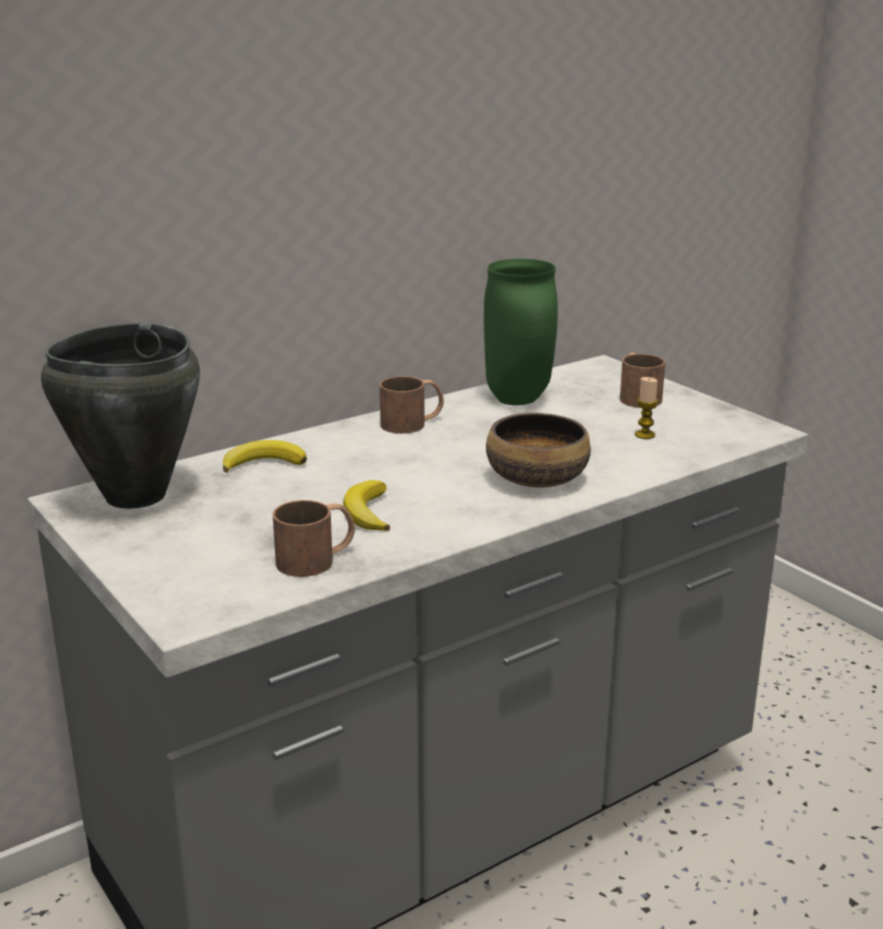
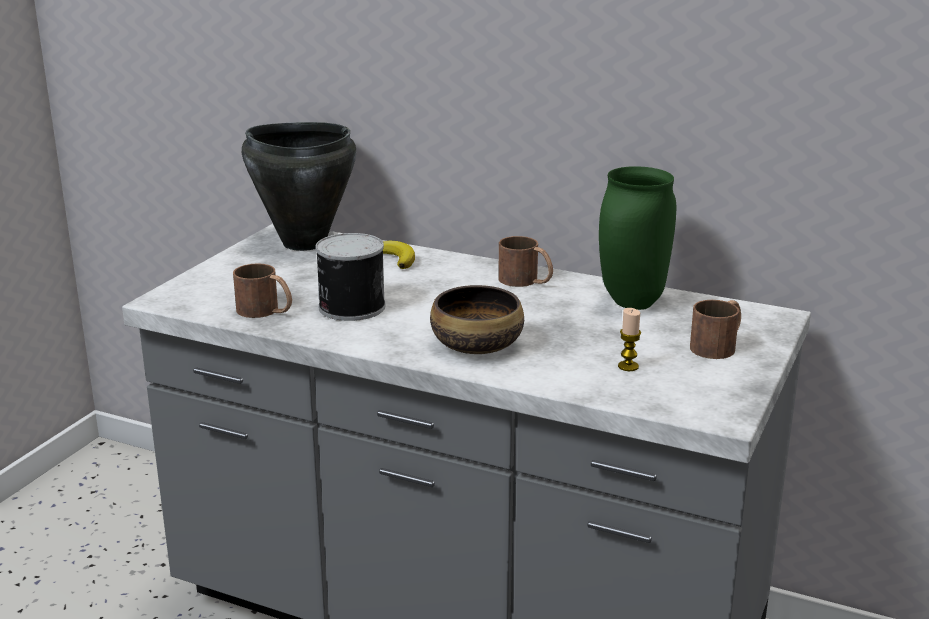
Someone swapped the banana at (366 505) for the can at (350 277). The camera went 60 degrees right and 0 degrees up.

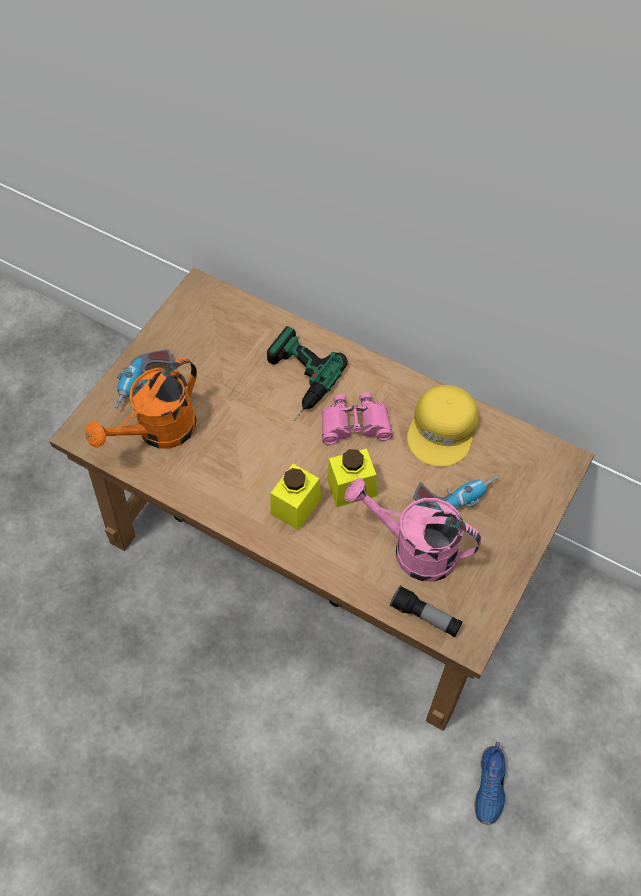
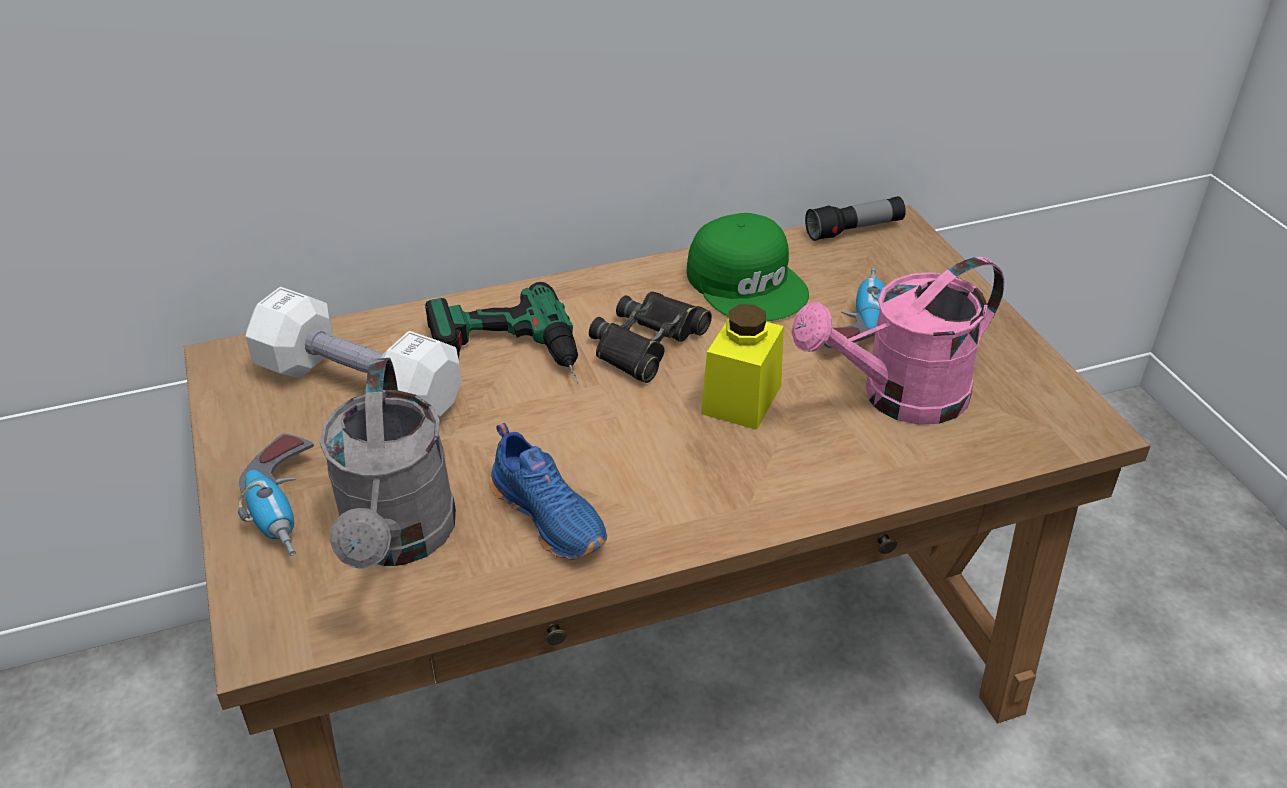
Someone took away the jar (yellow) at (296 497). Someone put down the dumbbell (white) at (353 352). Someone carried the flashlight from (426 611) to (855 218). Someone carried the shoe (blue) from (490 783) to (548 491). Someone repainted the watering can (orange) at (141 403), which became the watering can (grey) at (388 463). Someone repainted the binoculars (pink) at (357 418), which became the binoculars (black) at (650 337). Someone repainted the cap (yellow) at (443 426), which became the cap (green) at (748 267). The camera went 50 degrees left and 20 degrees down.

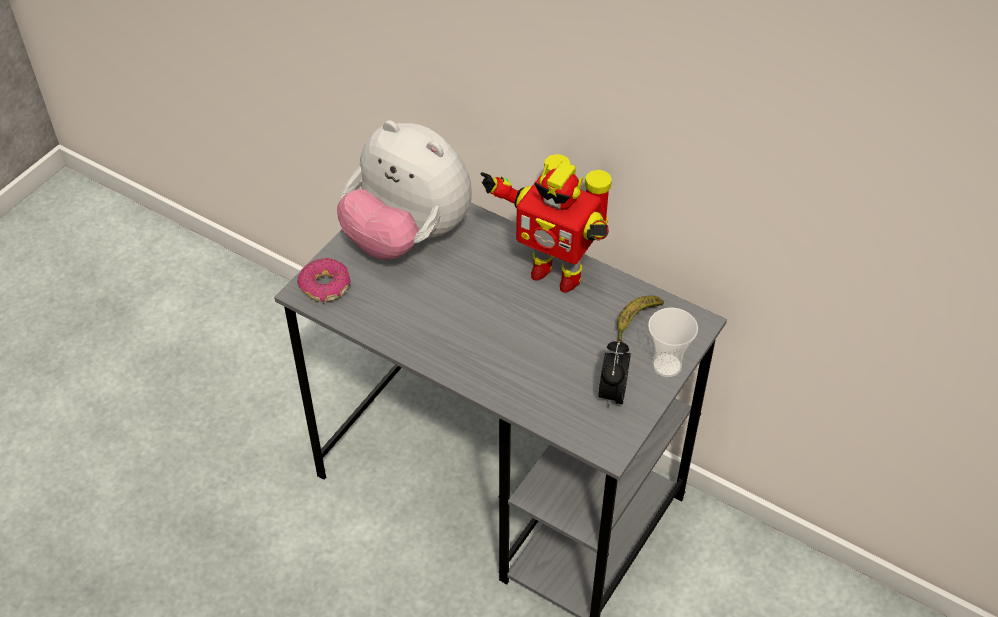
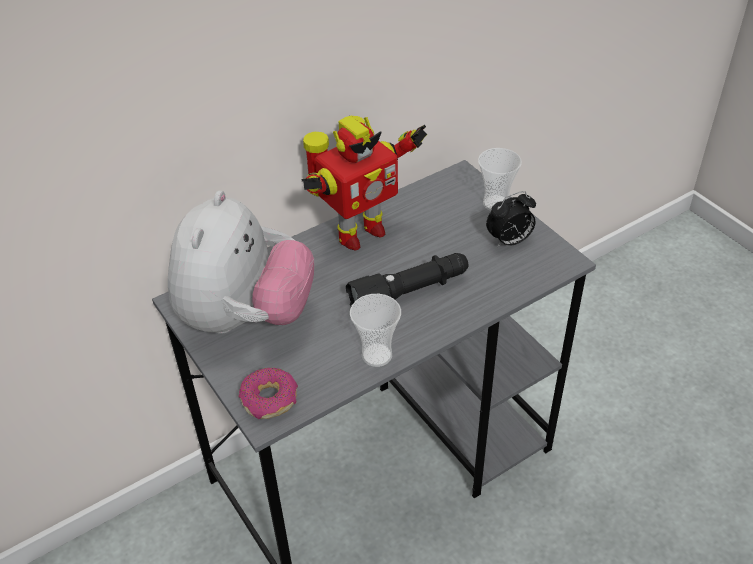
Someone took away the banana at (640 319). Someone put down the flashlight (black) at (407 279). Someone put down the cup at (375 330). Someone rotated the plush toy at (404 190) by 45 degrees counterclockwise. Someone rotated the alarm clock at (614 374) by 60 degrees counterclockwise. The camera went 65 degrees left and 5 degrees down.

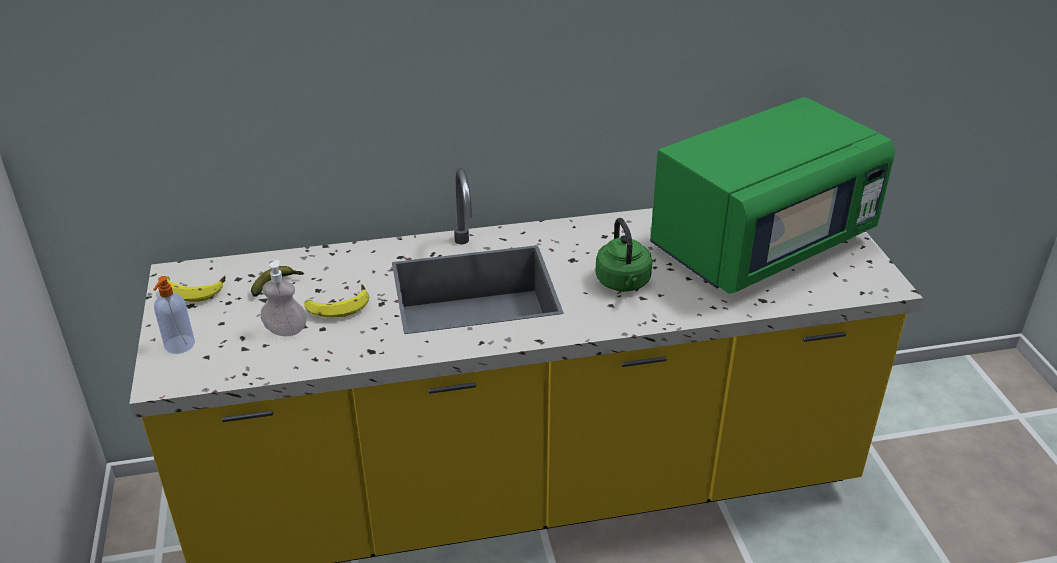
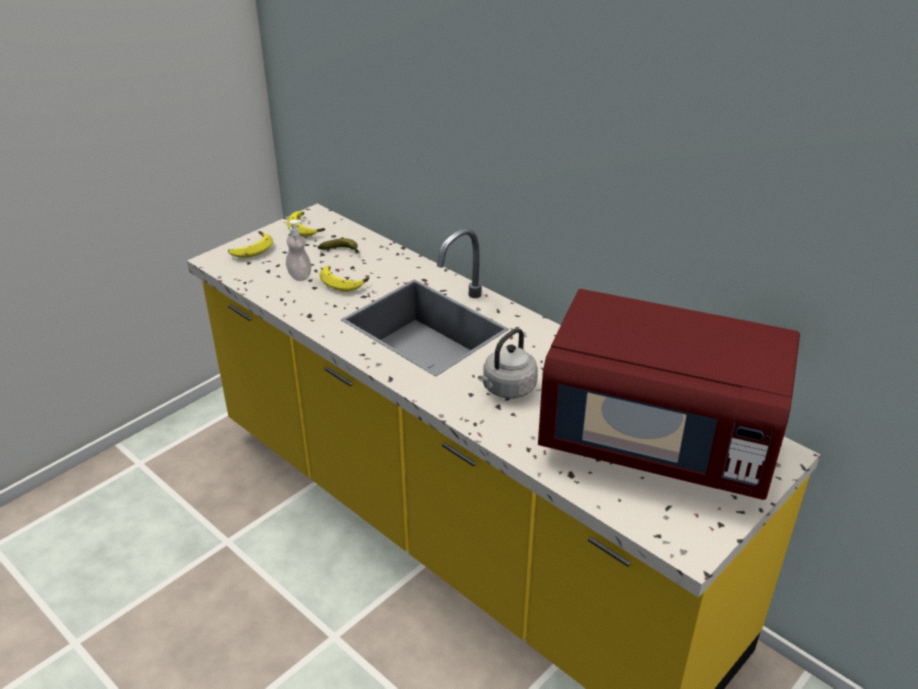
Someone swapped the soap dispenser at (174 315) for the banana at (250 244). Someone repainted the kettle (green) at (623 255), which became the kettle (grey) at (508 363). Someone repainted the microwave (green) at (772 195), which became the microwave (red) at (669 394). The camera went 55 degrees right and 0 degrees up.

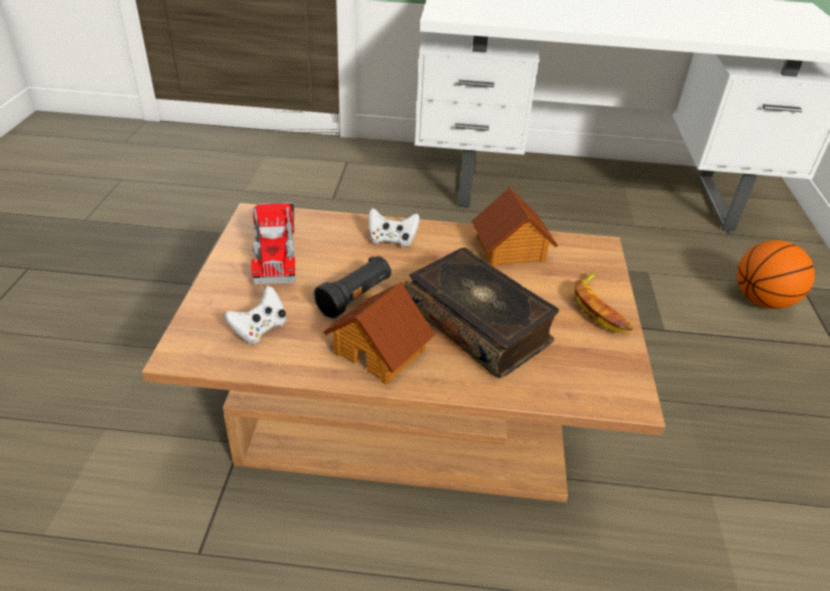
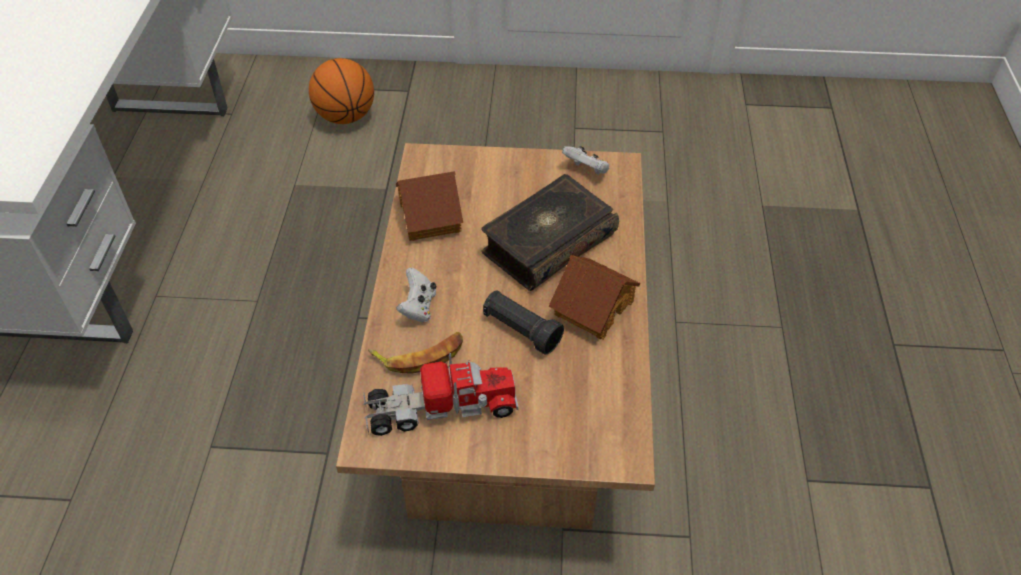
Someone carried the game controller (white) from (255 315) to (585 160). Someone carried the banana from (603 302) to (415 353). The camera went 90 degrees left and 10 degrees up.

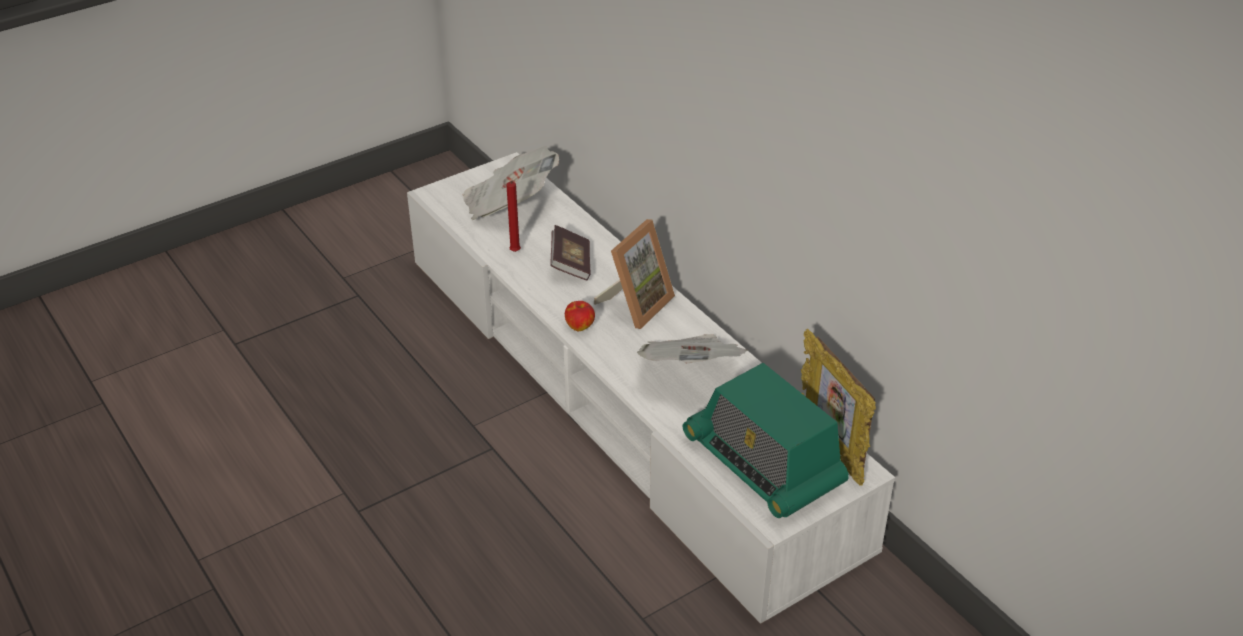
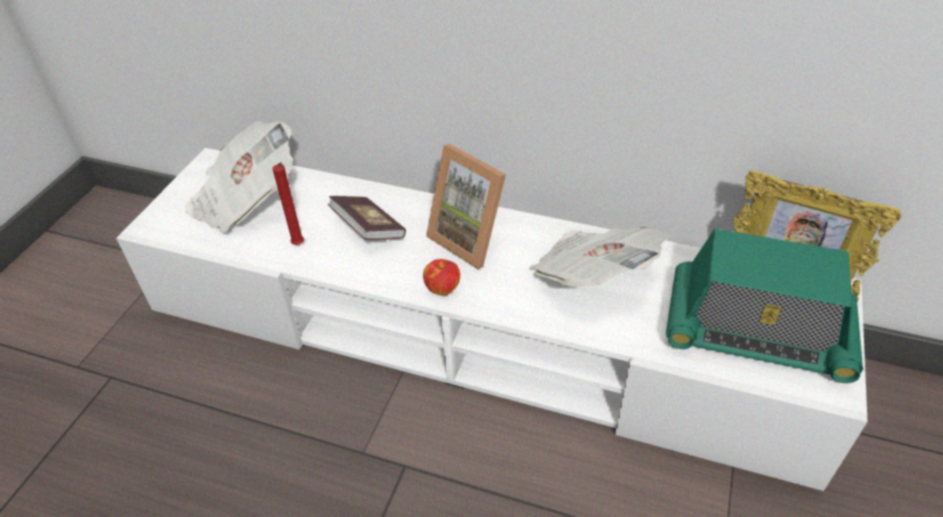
Someone rotated the picture frame at (634 274) by 135 degrees clockwise. The camera went 35 degrees left and 5 degrees up.

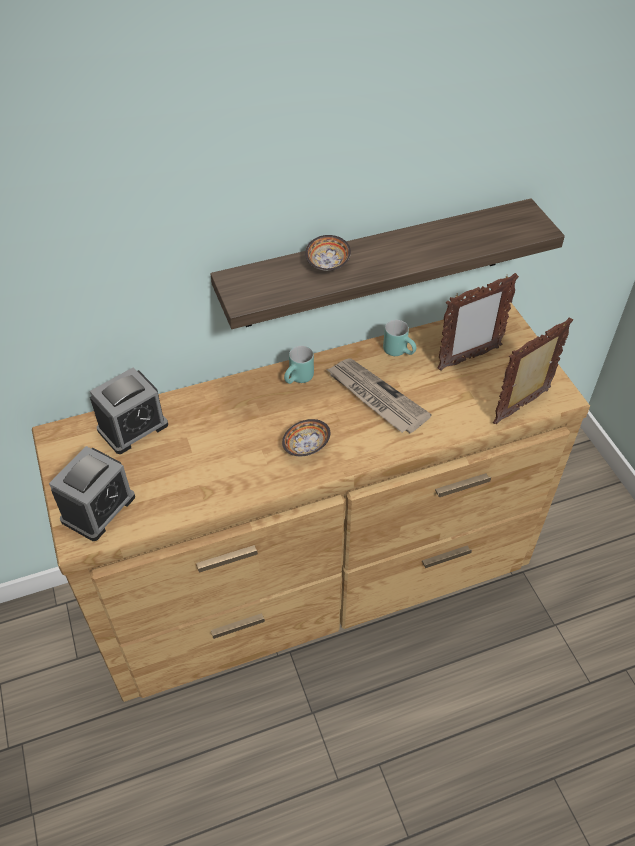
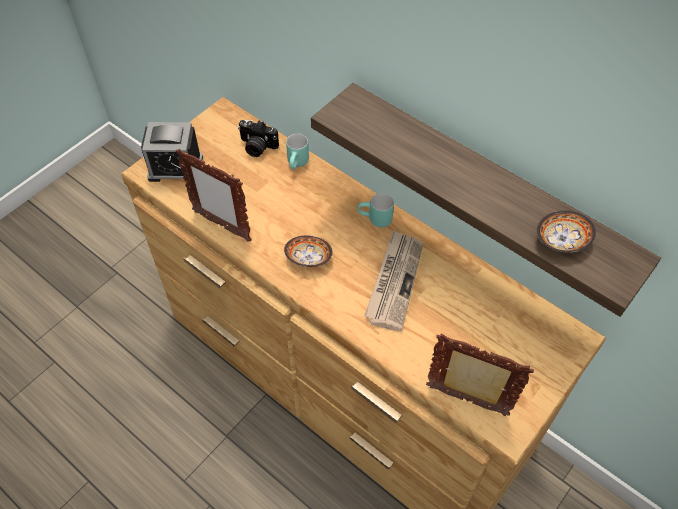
Someone carried the bowl from (328 253) to (566 232). Someone carried the mug (turquoise) from (399 338) to (297 151). Someone carried the picture frame from (478 322) to (214 195). Someone swapped the alarm clock at (129 410) for the photo camera at (258 138). The camera went 60 degrees right and 5 degrees up.

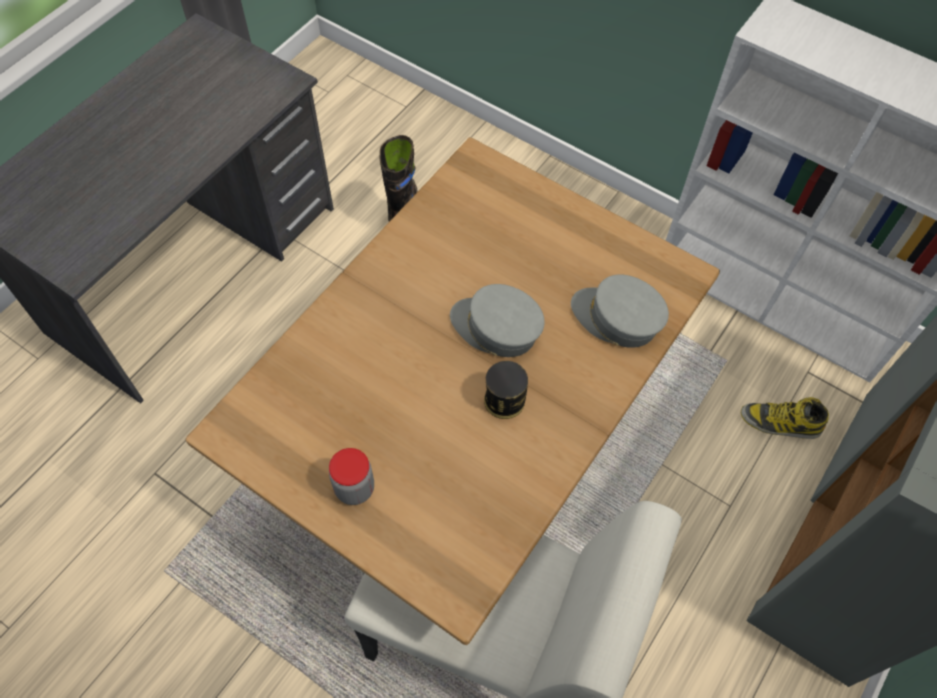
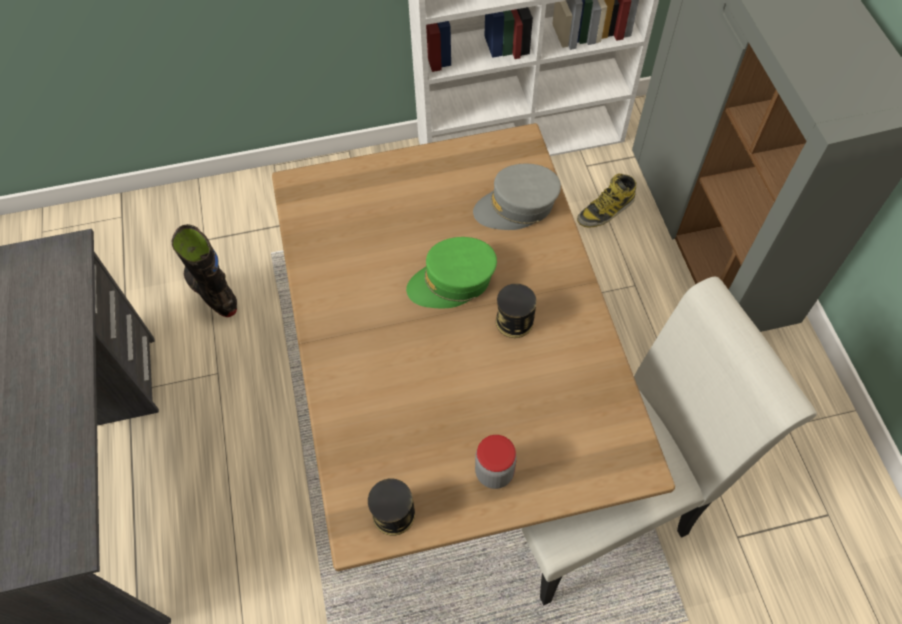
Someone put down the can at (391 507). Someone repainted the cap (grey) at (497 320), which became the cap (green) at (451 272). The camera went 45 degrees left and 0 degrees up.

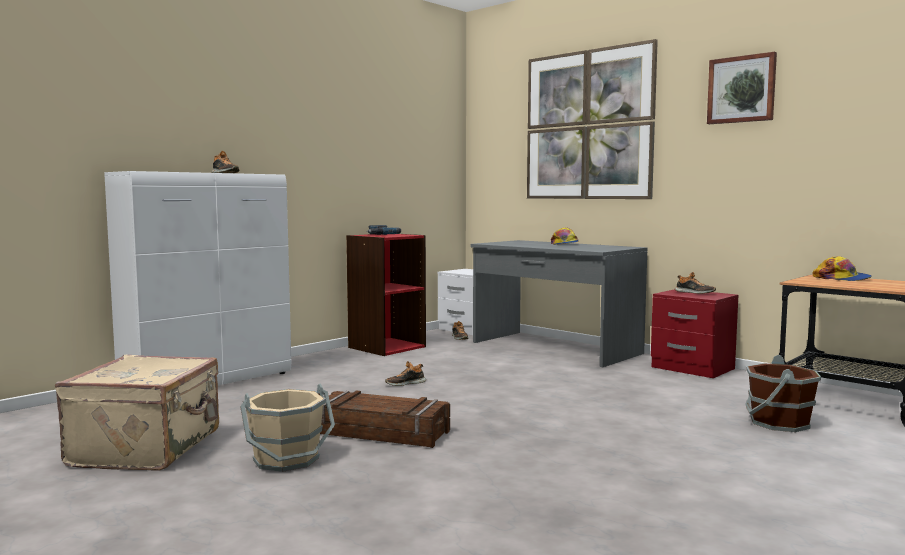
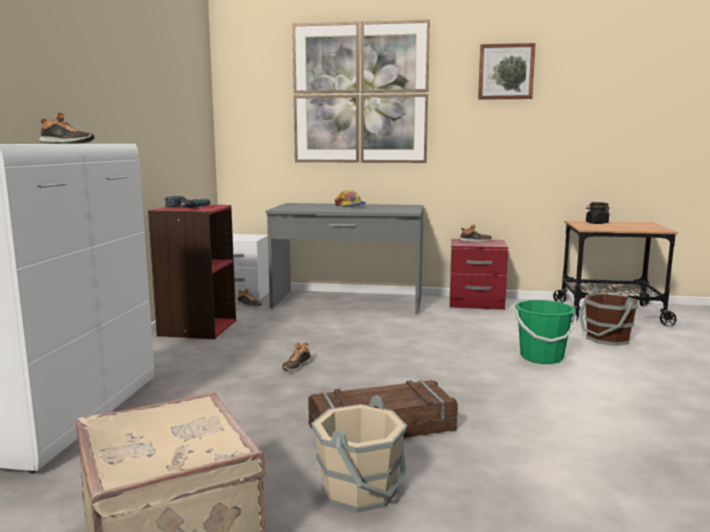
Someone put down the bucket (green) at (546 332). Someone swapped the cap at (842 268) for the jar (black) at (598 213). The camera went 35 degrees left and 5 degrees up.

